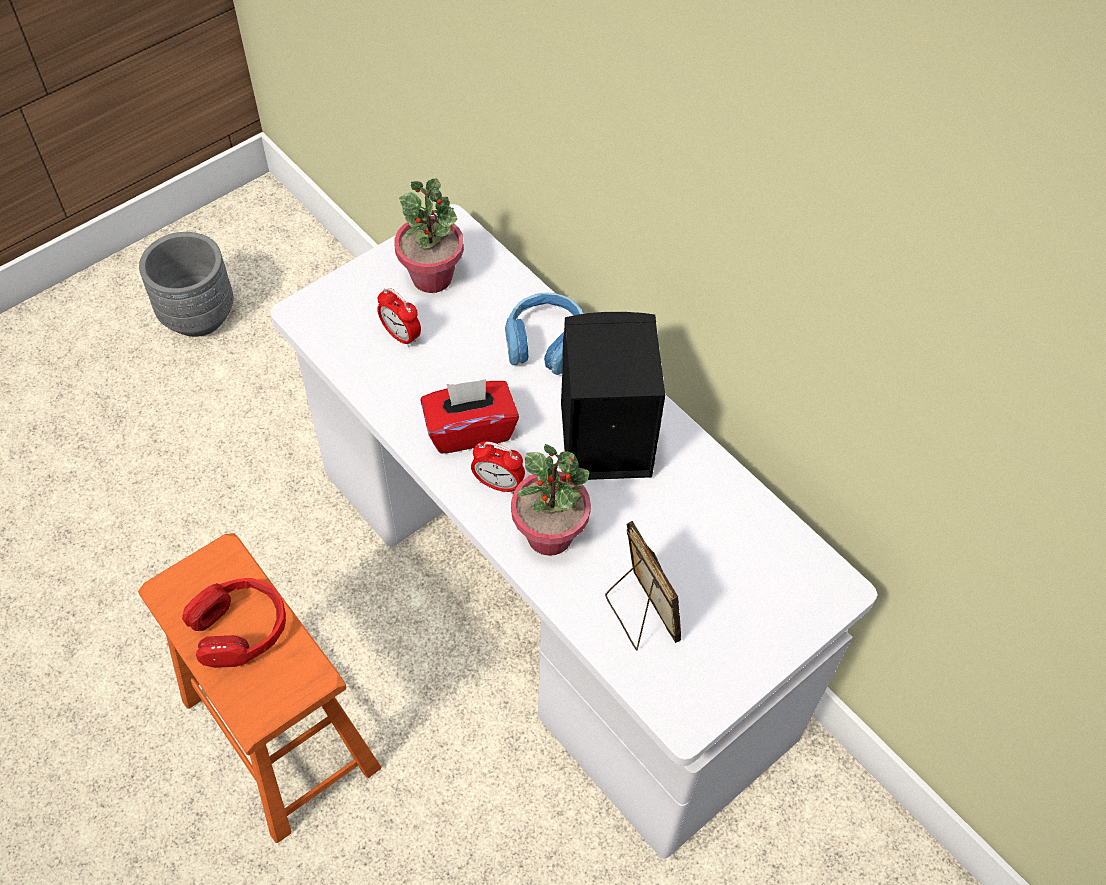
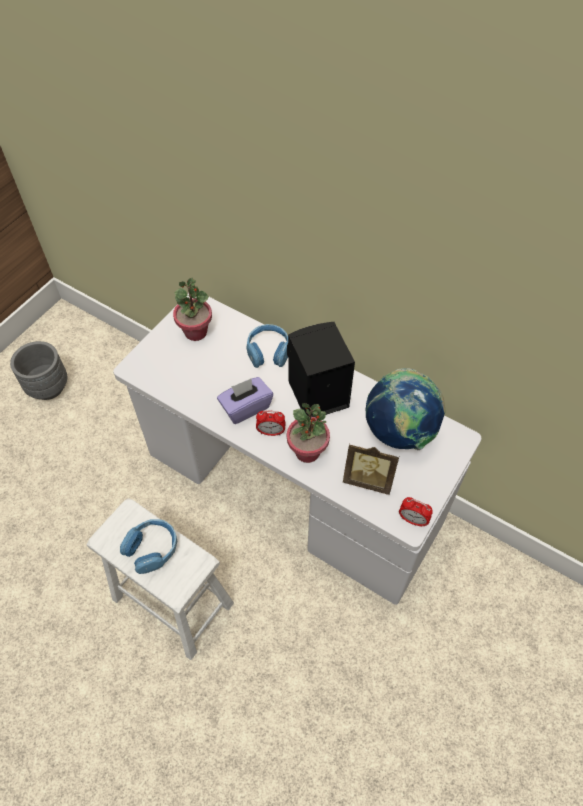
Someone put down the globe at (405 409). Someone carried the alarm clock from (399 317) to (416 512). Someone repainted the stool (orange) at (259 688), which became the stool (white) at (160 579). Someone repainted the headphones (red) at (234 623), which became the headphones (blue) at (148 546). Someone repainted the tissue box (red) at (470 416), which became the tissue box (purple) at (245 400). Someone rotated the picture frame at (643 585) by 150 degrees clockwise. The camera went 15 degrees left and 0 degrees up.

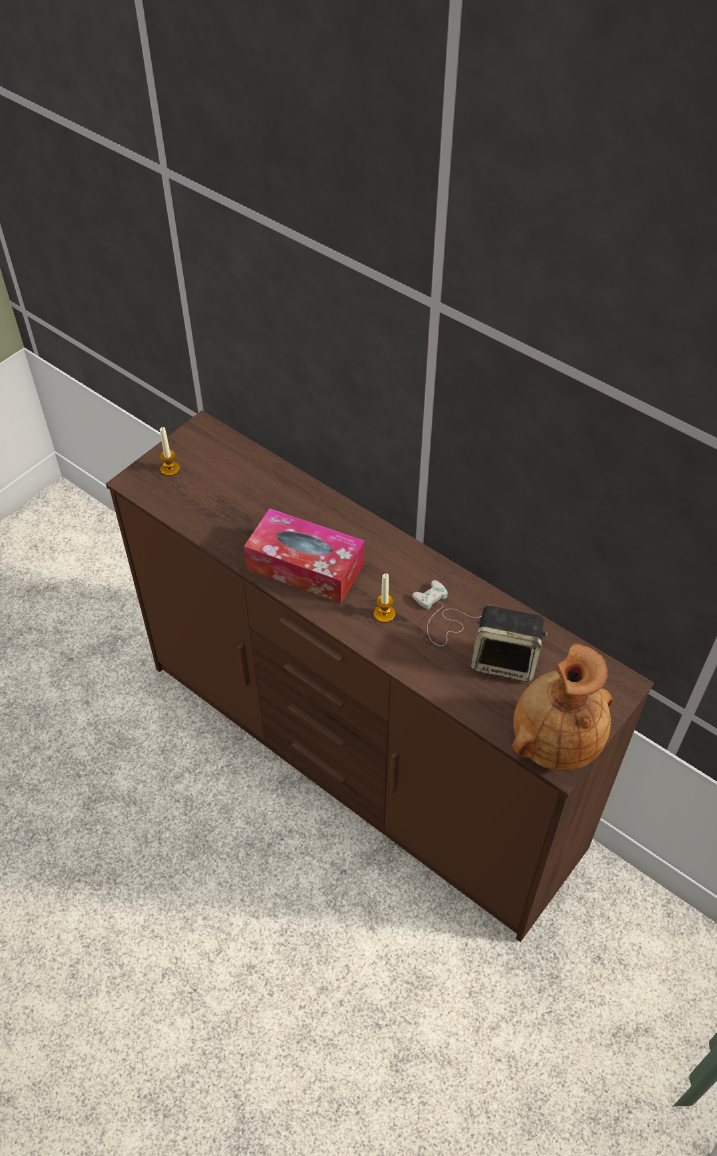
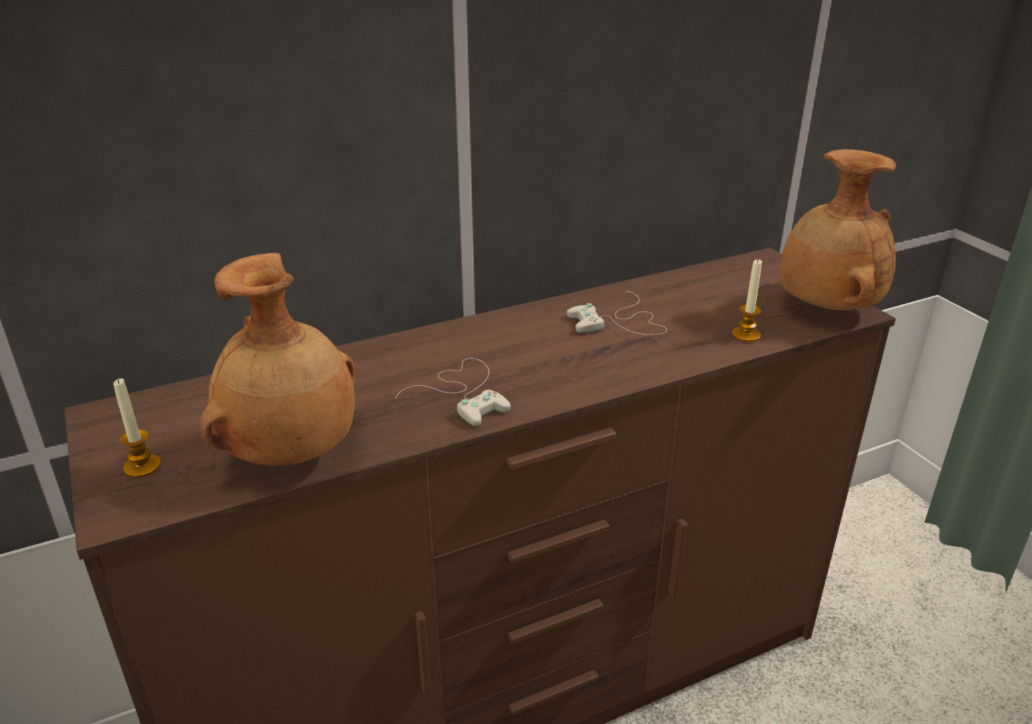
Someone took away the speaker at (509 644). Someone put down the vase (brown) at (277 359). Someone carried the candle from (384 598) to (747 301). Someone swapped the tissue box at (304 555) for the game controller (white) at (453 392). The camera went 65 degrees left and 20 degrees down.

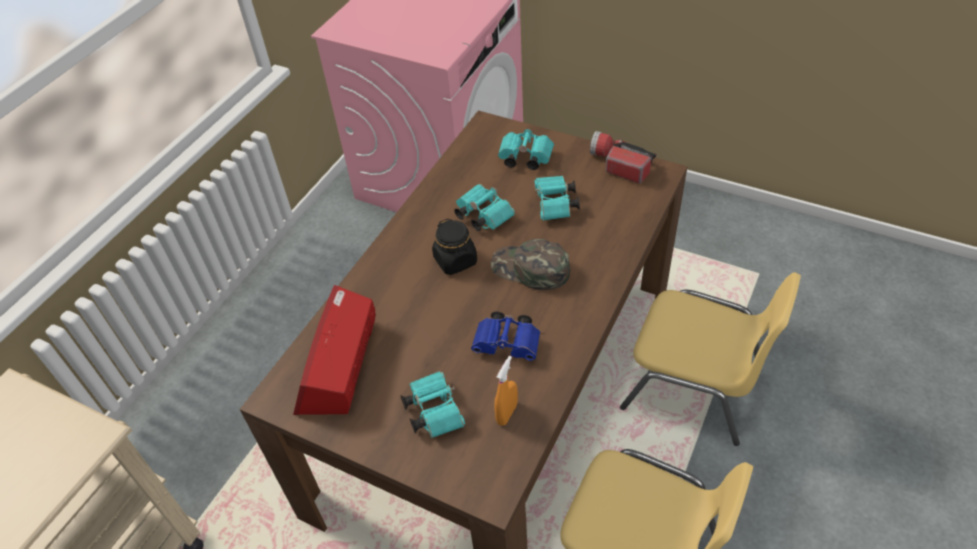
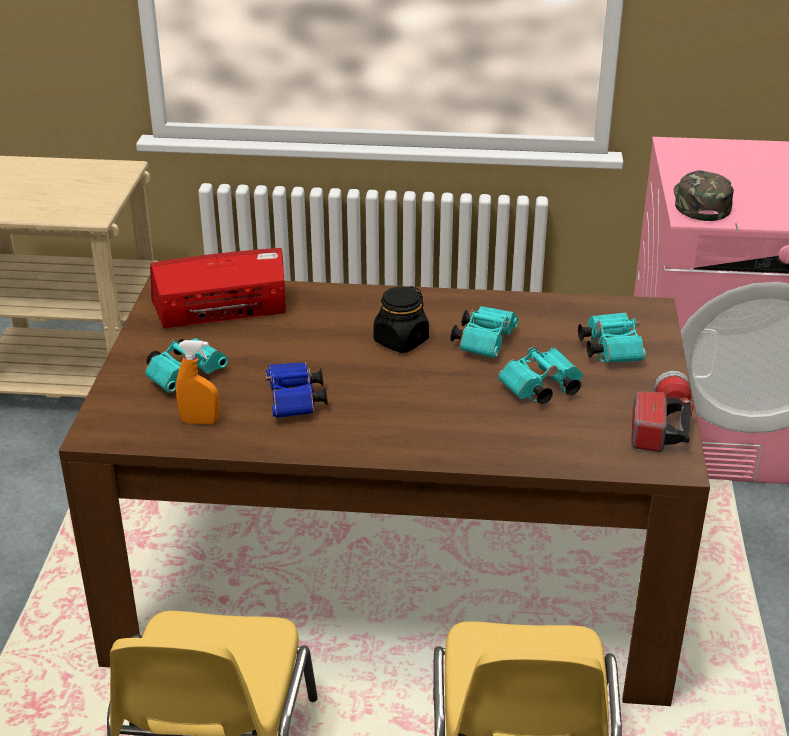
Someone carried the cap (green) from (530 264) to (704 195). The camera went 65 degrees right and 15 degrees down.

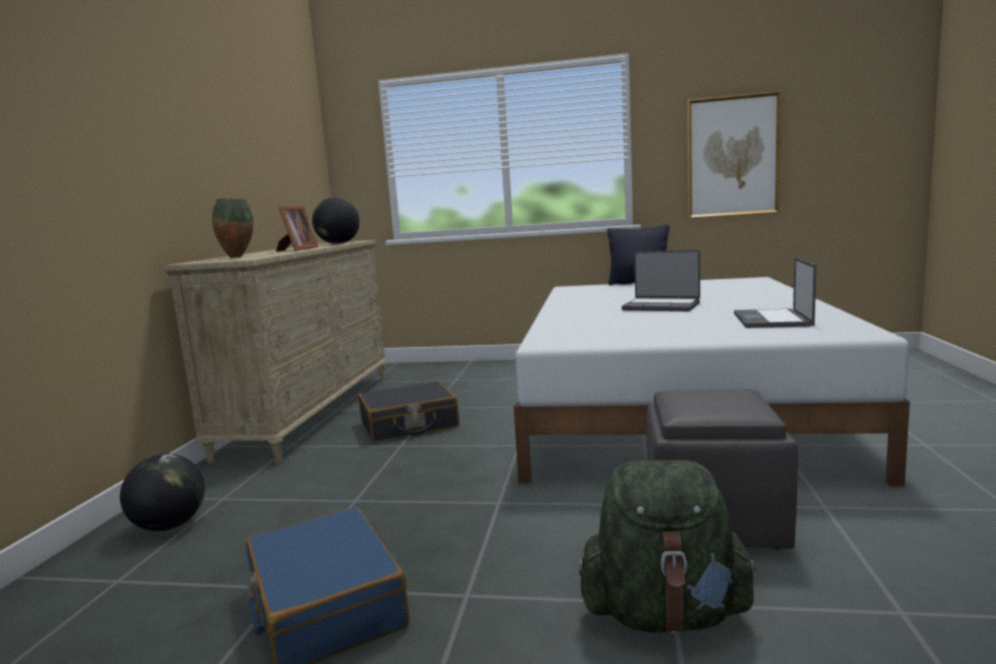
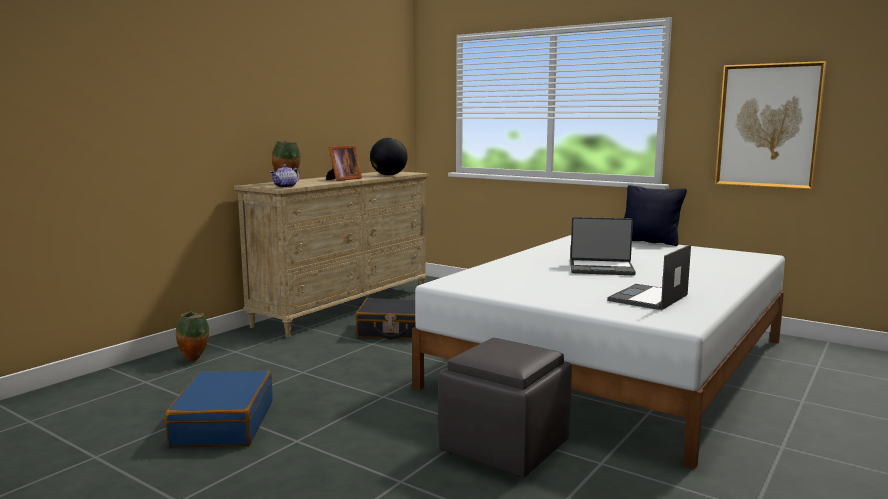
Someone took away the backpack (green) at (668 547). Someone put down the teapot at (285 176). Someone swapped the globe at (162 492) for the vase at (192 336). Someone rotated the laptop at (661 280) by 45 degrees counterclockwise. The camera went 25 degrees right and 0 degrees up.

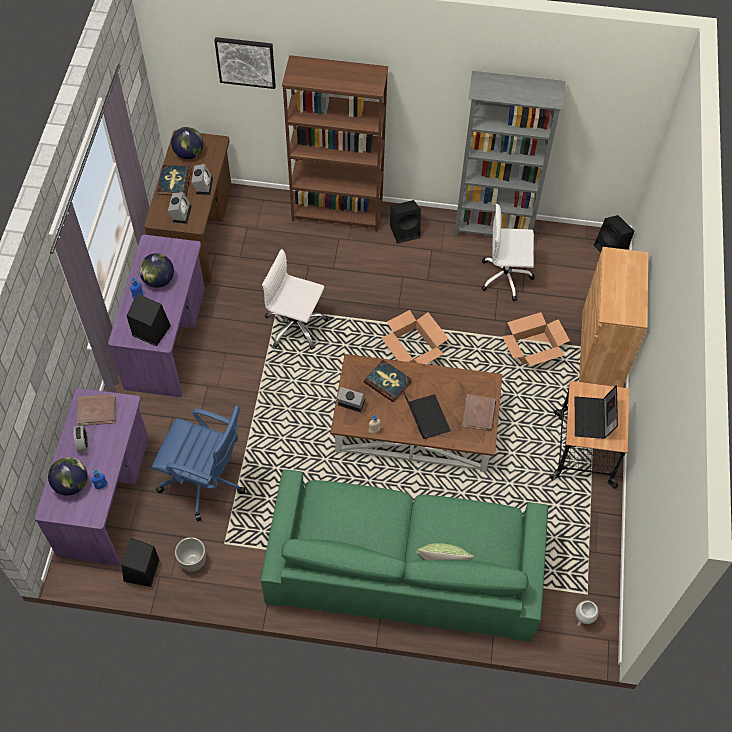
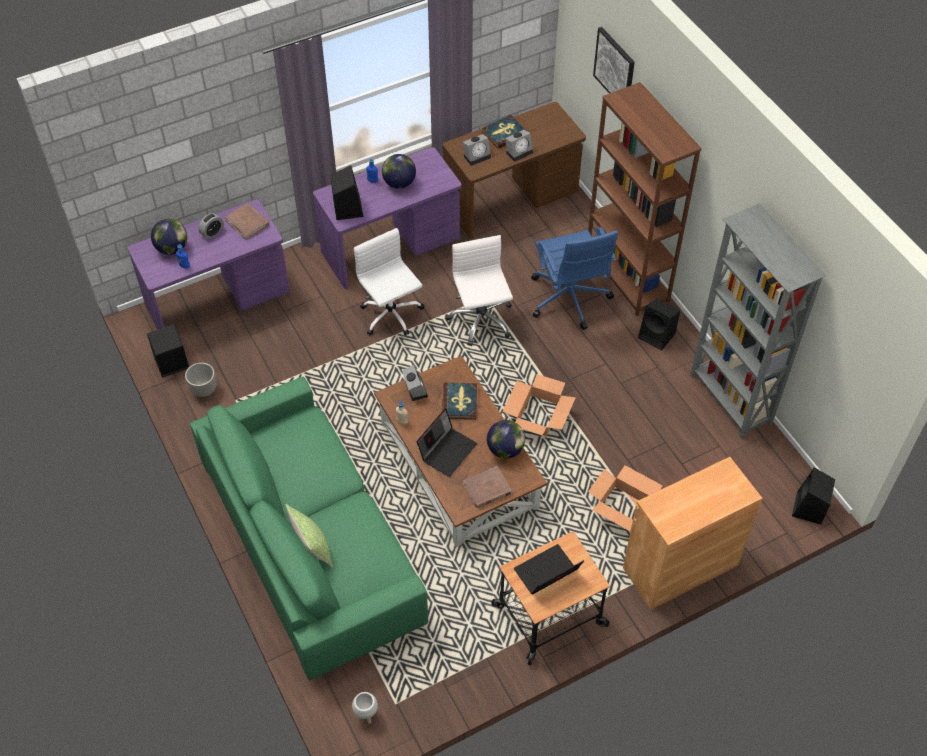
Someone carried the office chair (blue) from (198 463) to (574 278). Someone carried the globe from (187 143) to (506 439). Someone carried the office chair (white) from (508 252) to (389 282). The camera went 55 degrees right and 5 degrees down.

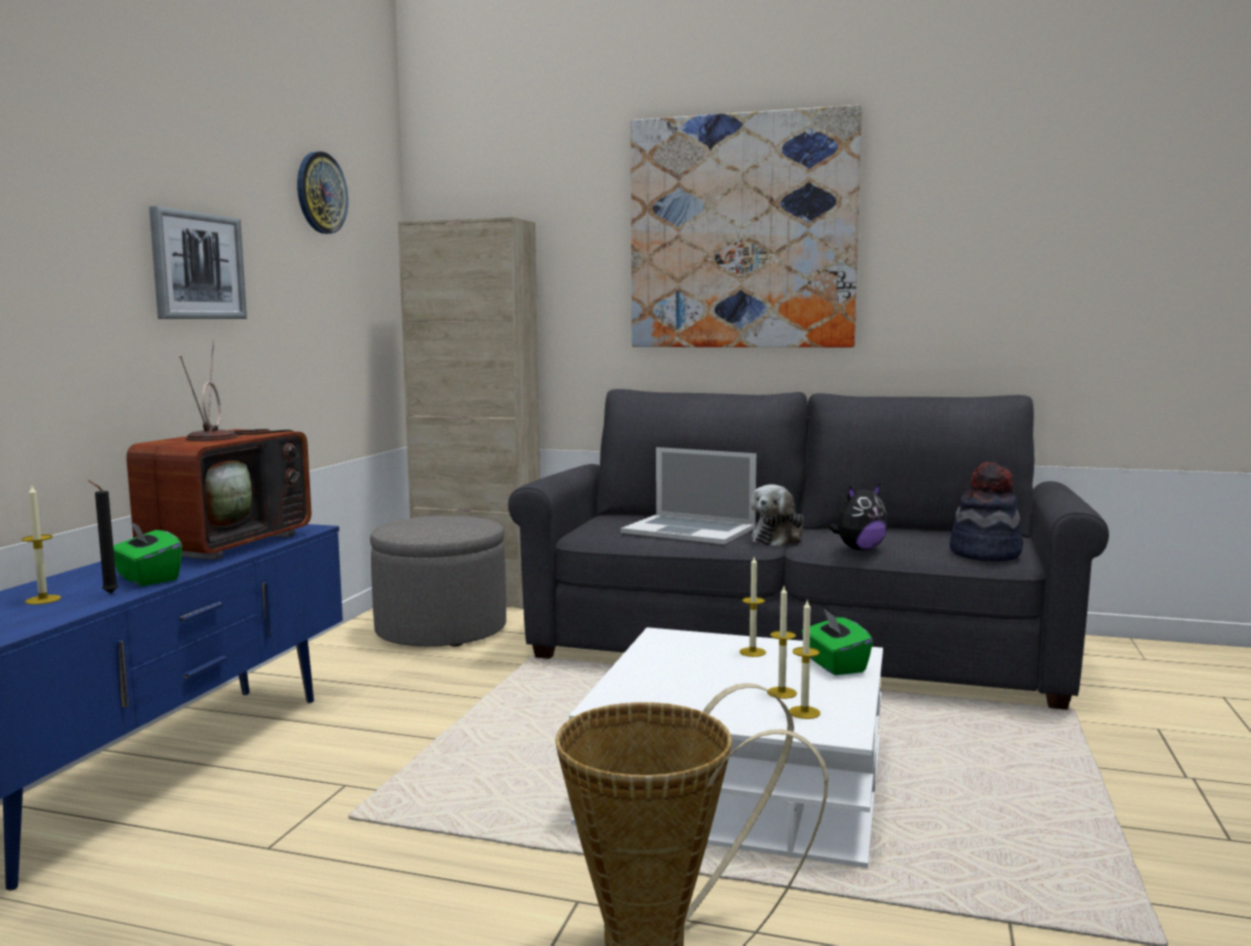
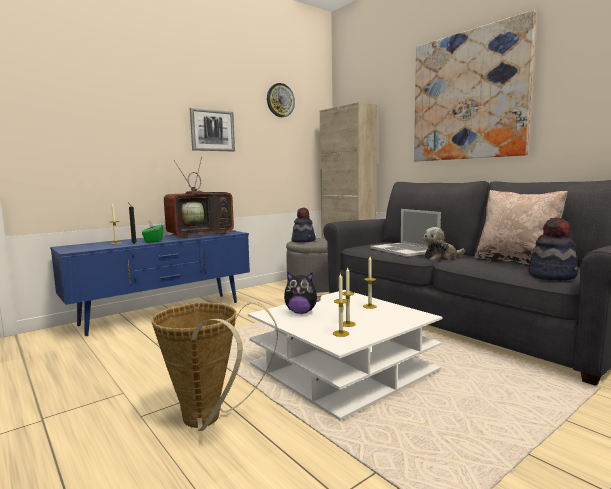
Someone took away the tissue box (green) at (837 642). Someone put down the hat at (304 225). Someone put down the pillow (beige) at (521 227). Someone carried the plush toy from (858 517) to (302 293). The camera went 35 degrees right and 0 degrees up.

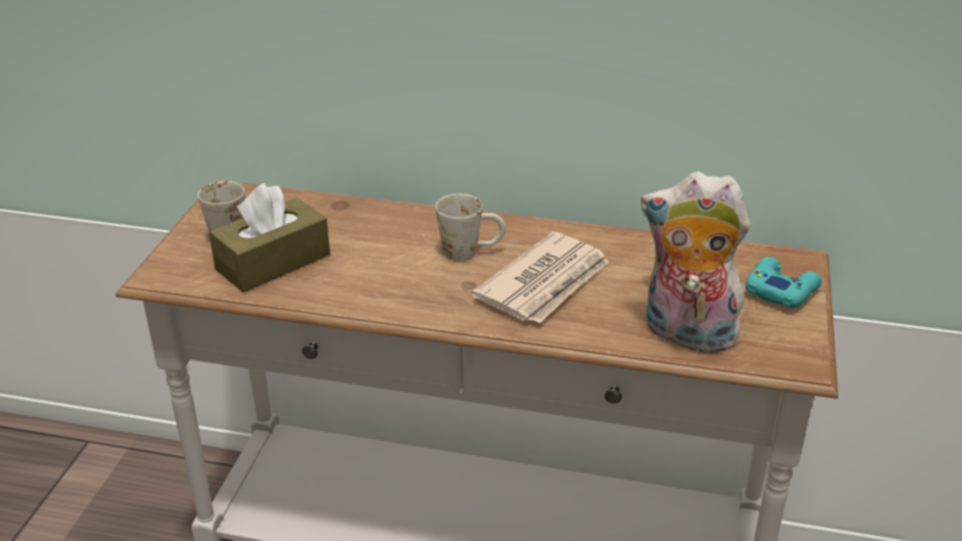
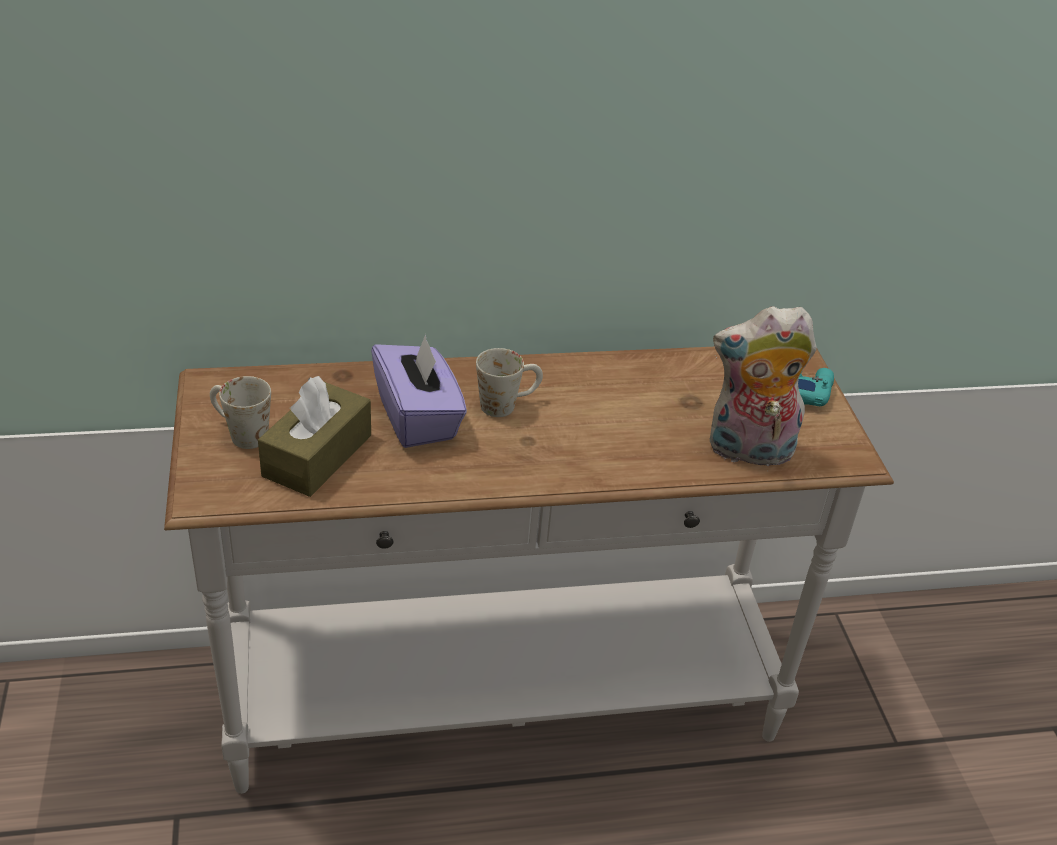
Someone took away the newspaper at (540 277). Someone put down the tissue box (purple) at (419 391). The camera went 25 degrees left and 5 degrees up.

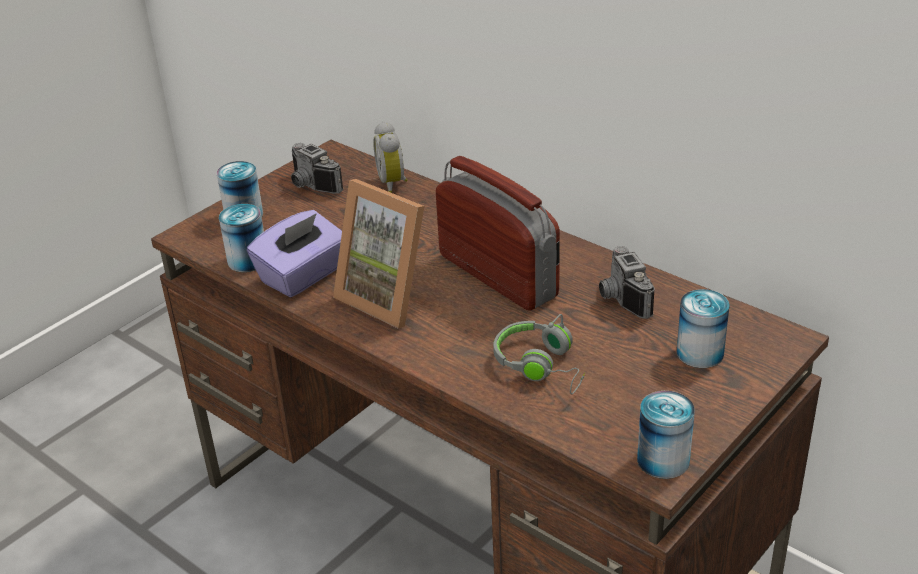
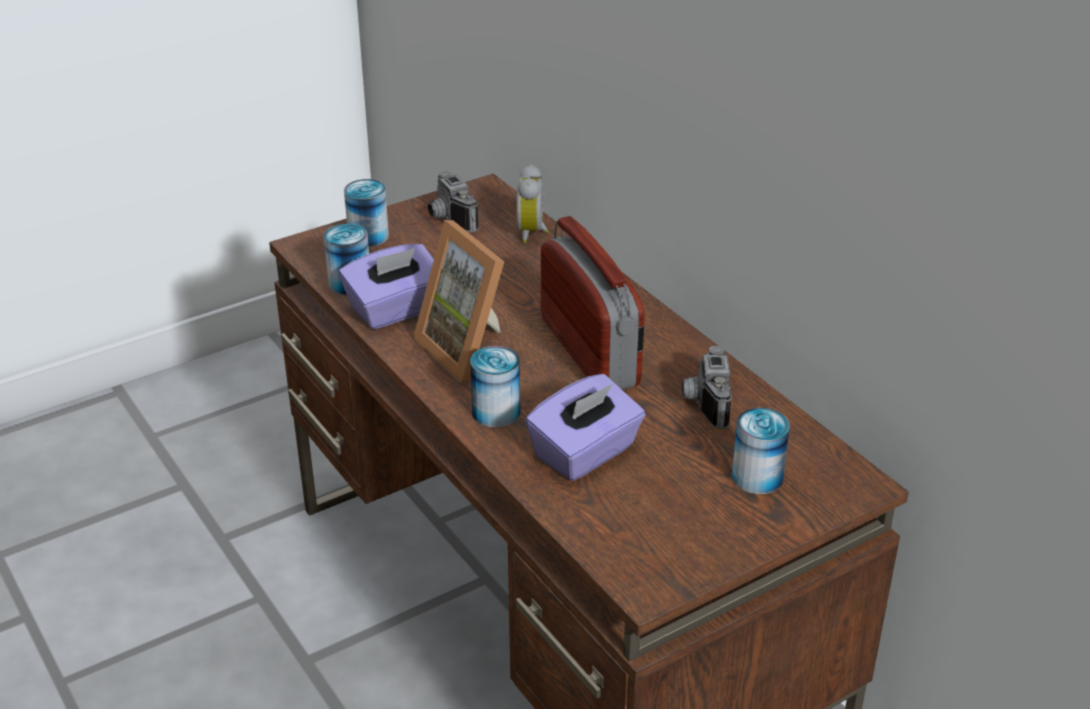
Someone carried the can from (666 435) to (495 386). Someone swapped the headphones (grey) at (539 354) for the tissue box (purple) at (585 427). The camera went 15 degrees right and 0 degrees up.

